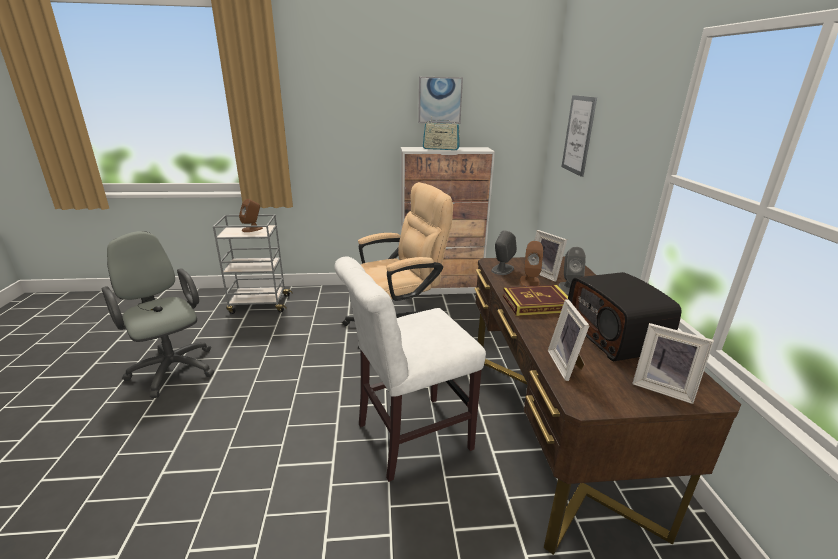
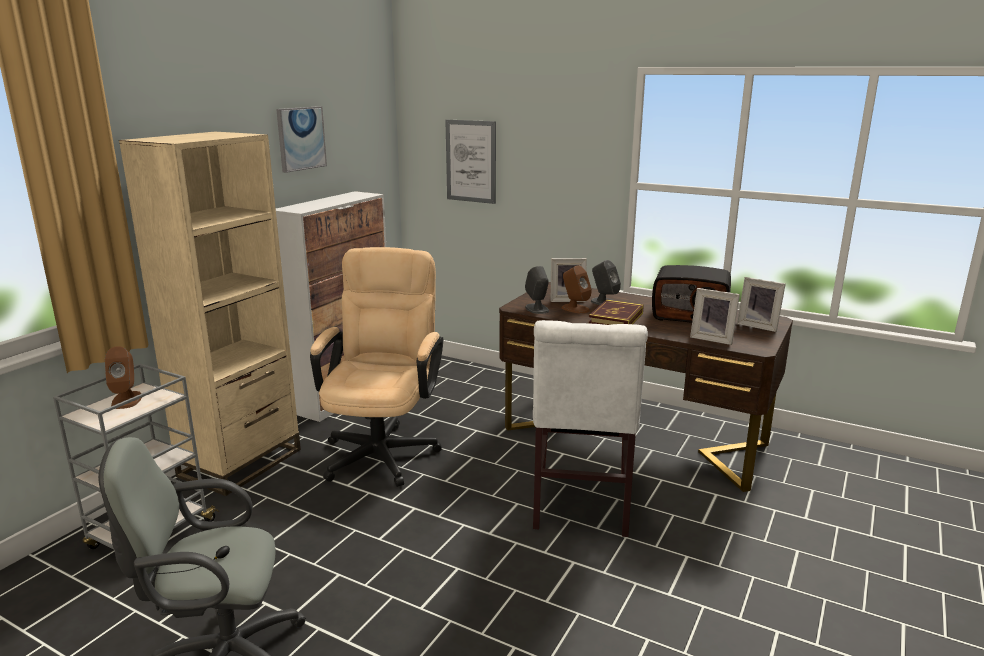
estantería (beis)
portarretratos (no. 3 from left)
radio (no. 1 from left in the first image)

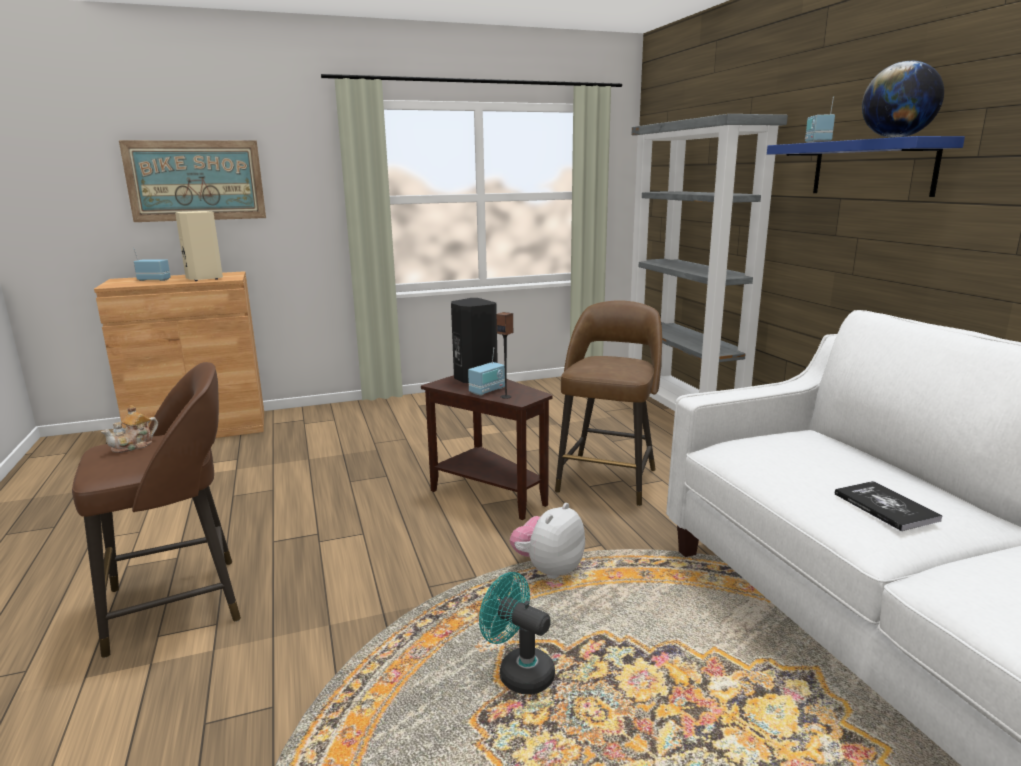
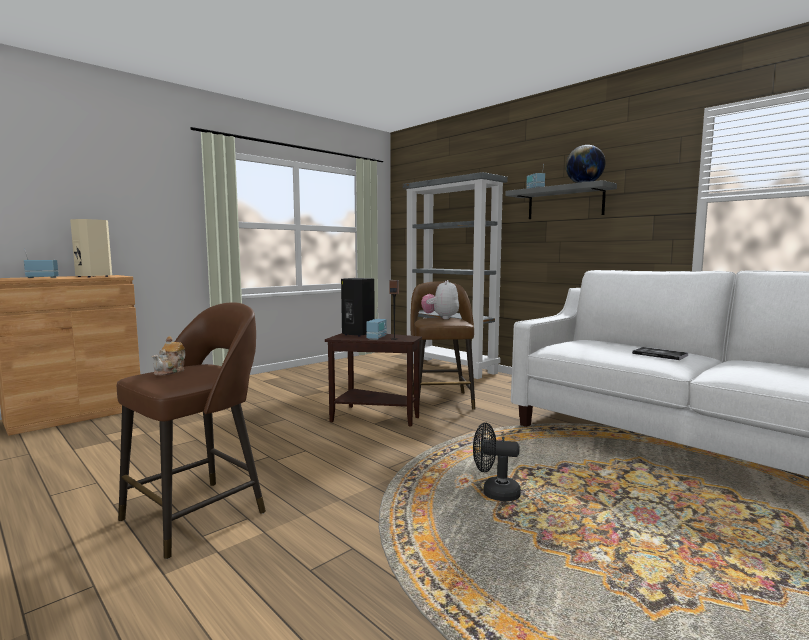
peluche
ventilador (negro)
estante (gris)
cuadro

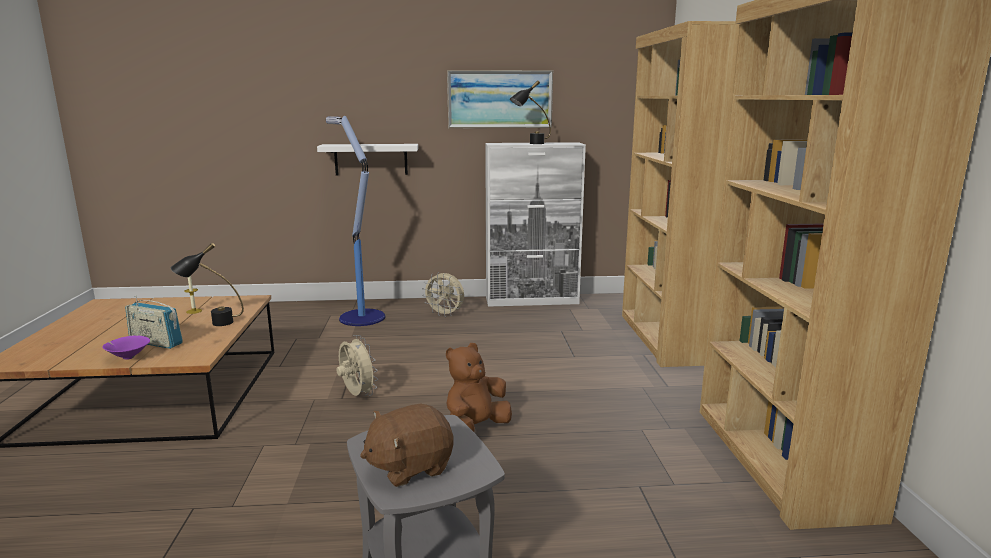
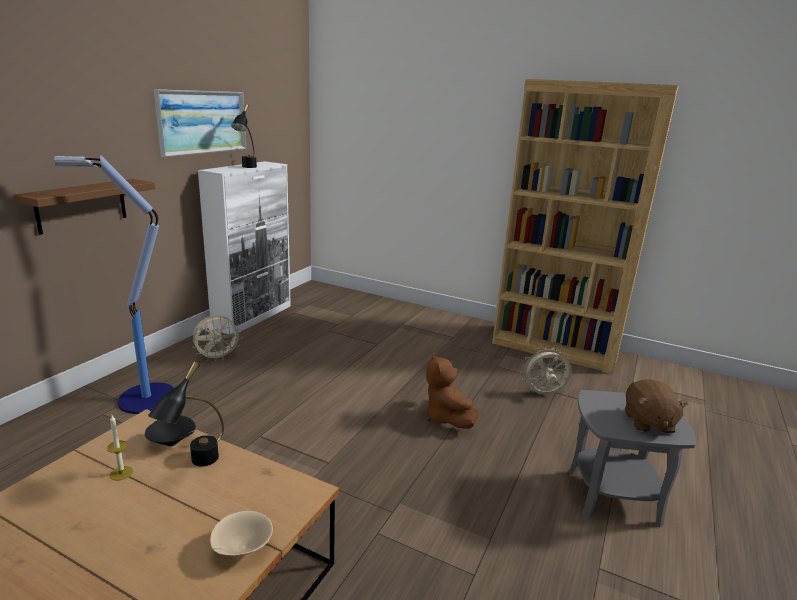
estante (marrón)
cuenco (negro)
cuenco (beis)
ventilador (beis) (no. 2 from left)
radio
estantería (marrón) (no. 1 from left in the first image)

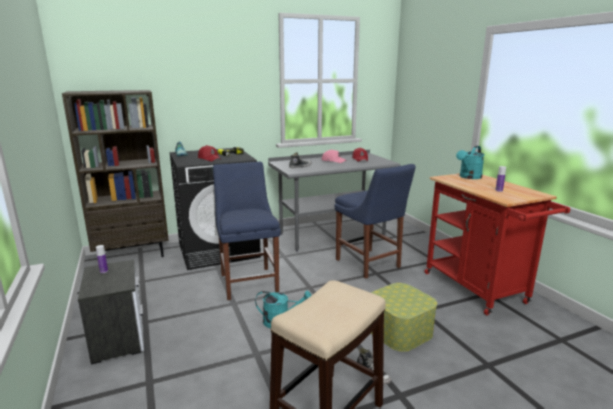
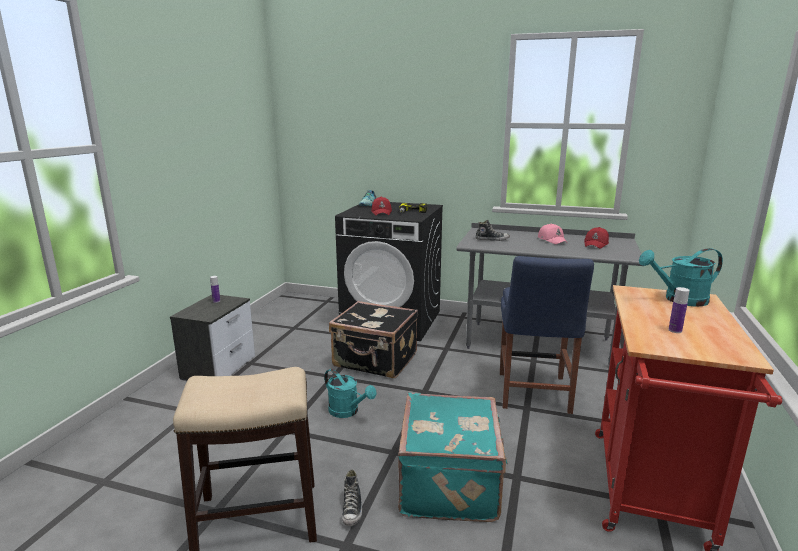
maleta (negro)
maleta (turquesa)
estantería (marrón)

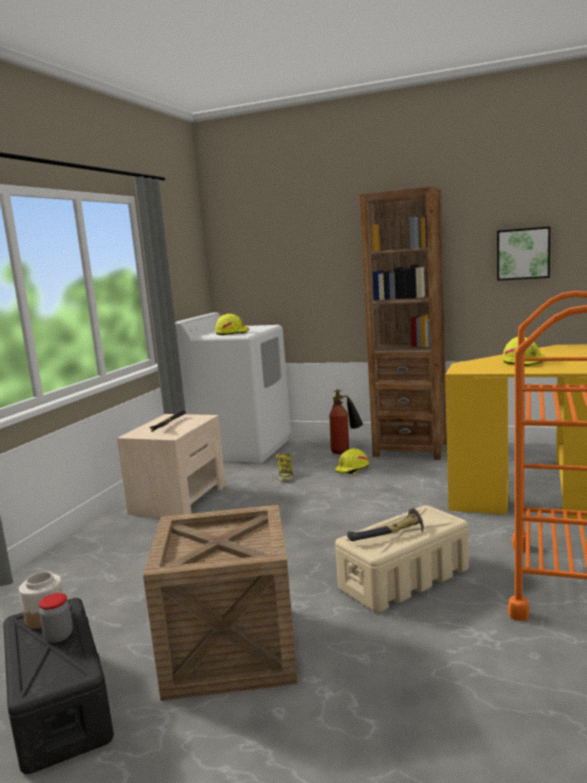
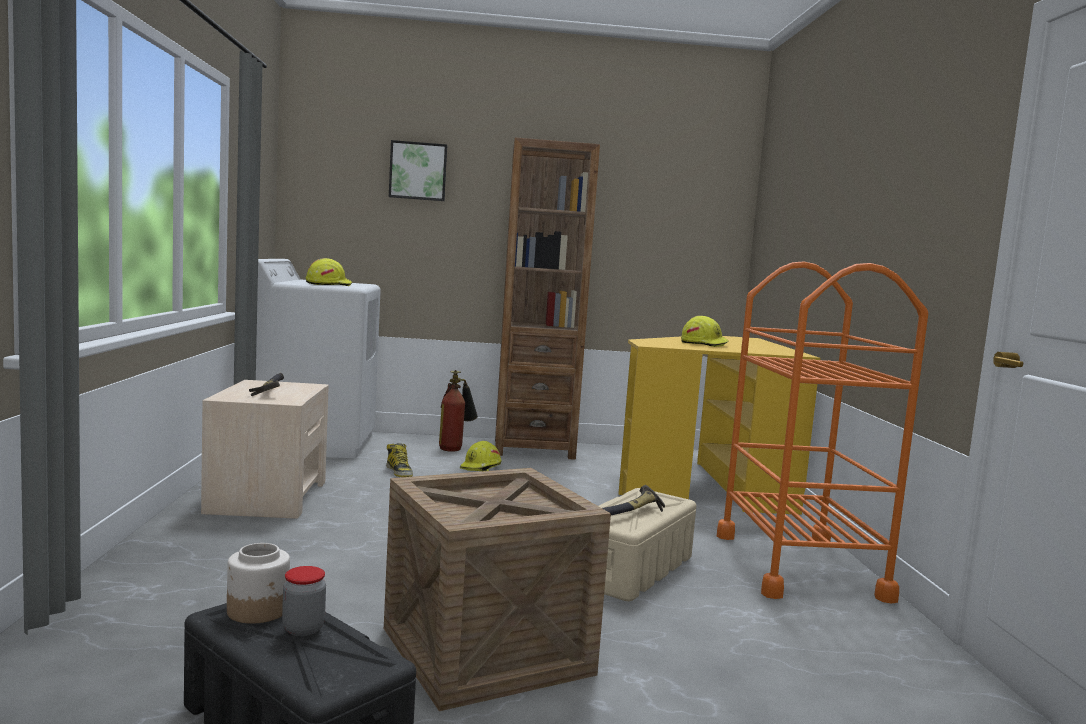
cuadro

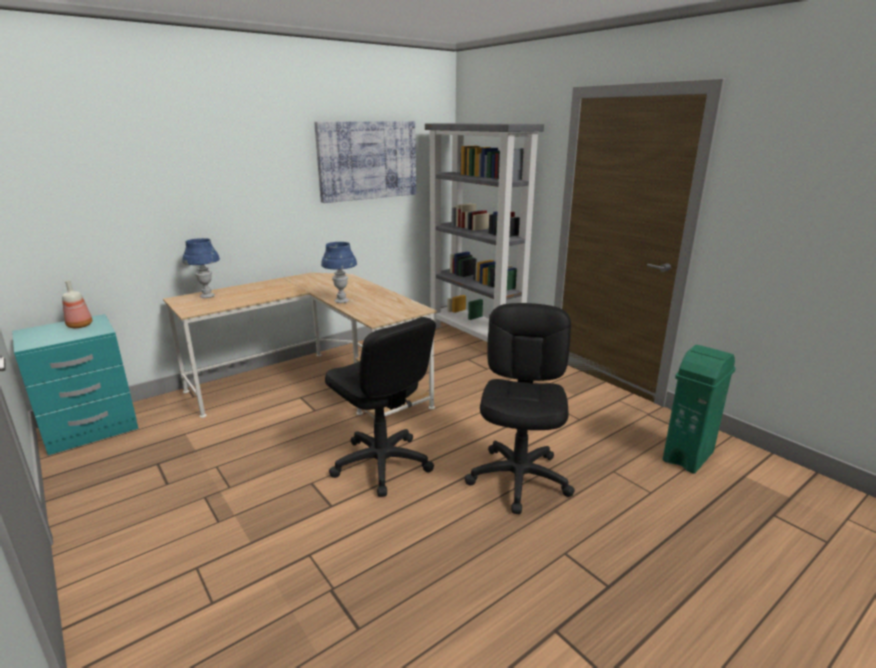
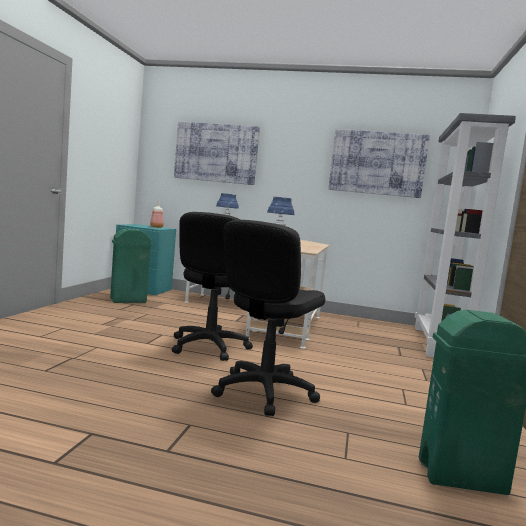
papelera (verde) (no. 1 from left)
cuadro (no. 1 from left)
silla de oficina (negro) (no. 2 from left)

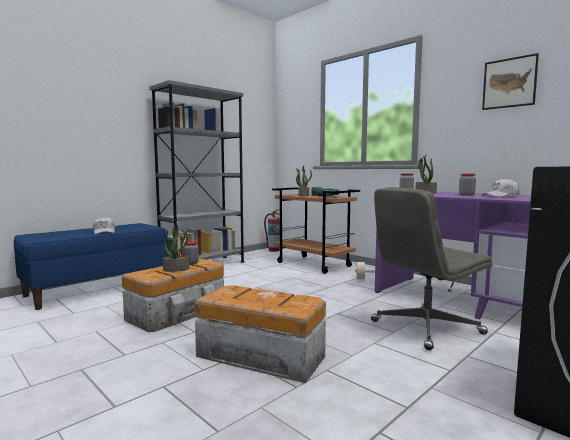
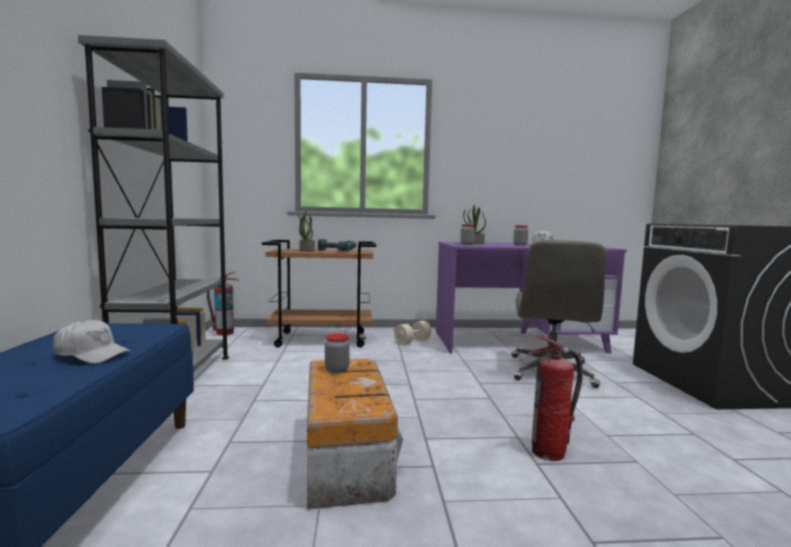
extintor (no. 2 from left)
planta en maceta (no. 1 from left in the first image)
cuadro

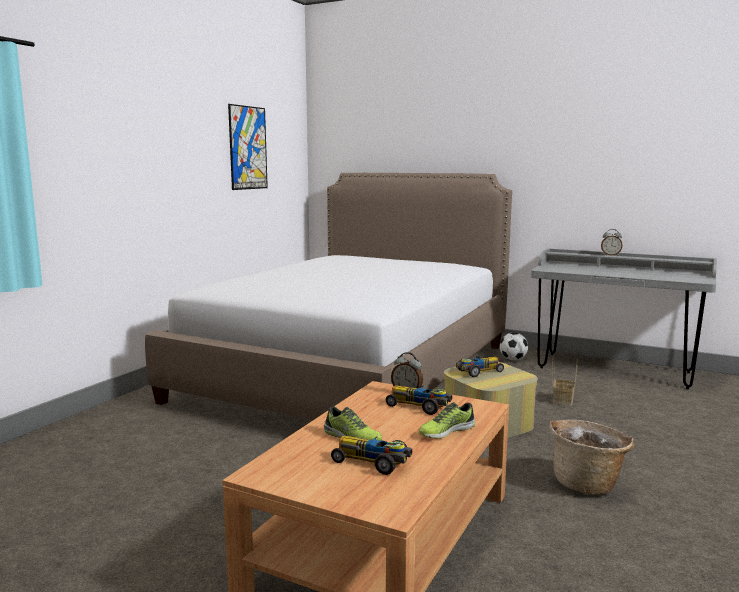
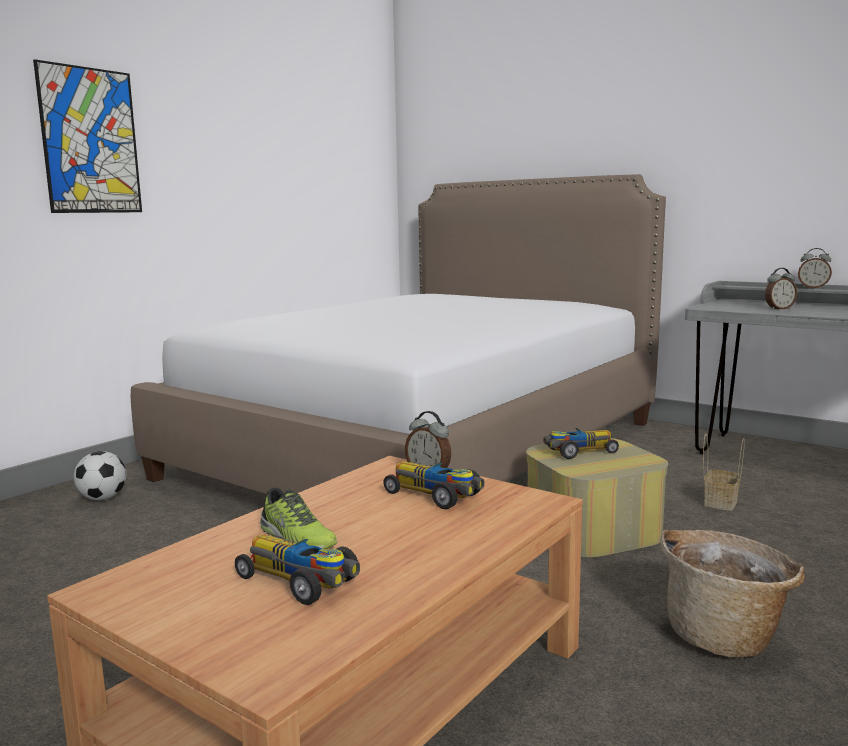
cuadro
balón de fútbol
despertador (no. 2 from left)
zapato (no. 2 from left in the first image)

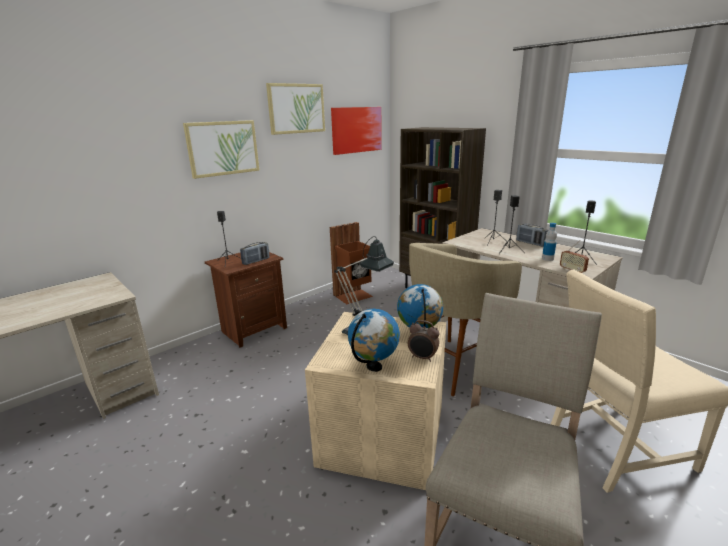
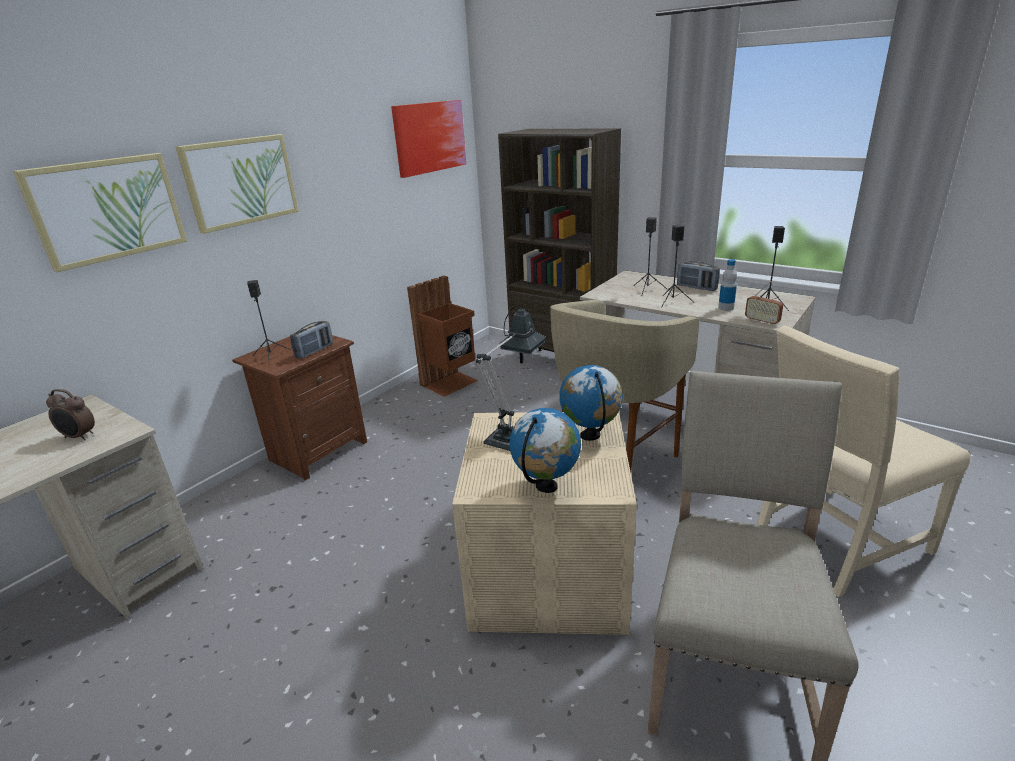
cuadro (no. 1 from left)
despertador

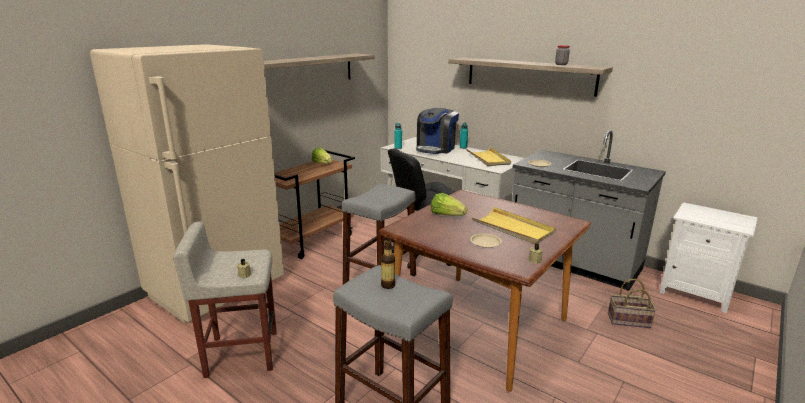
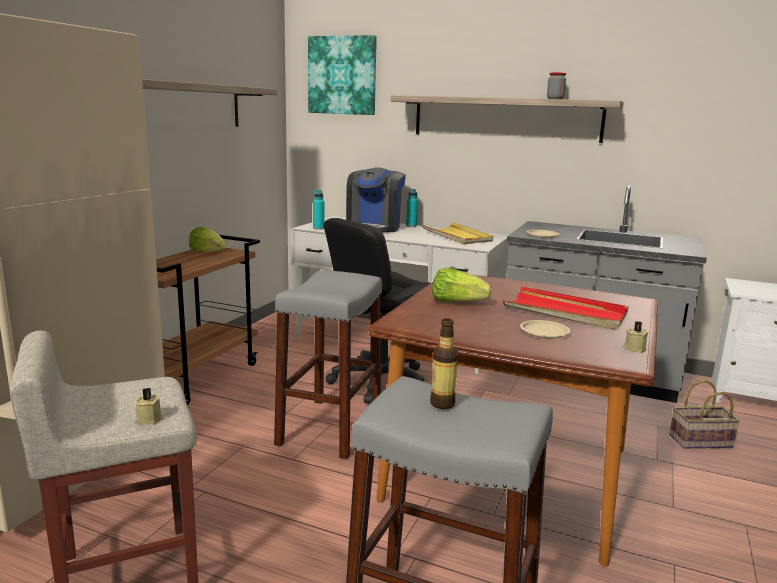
cuadro
bandeja (rojo)

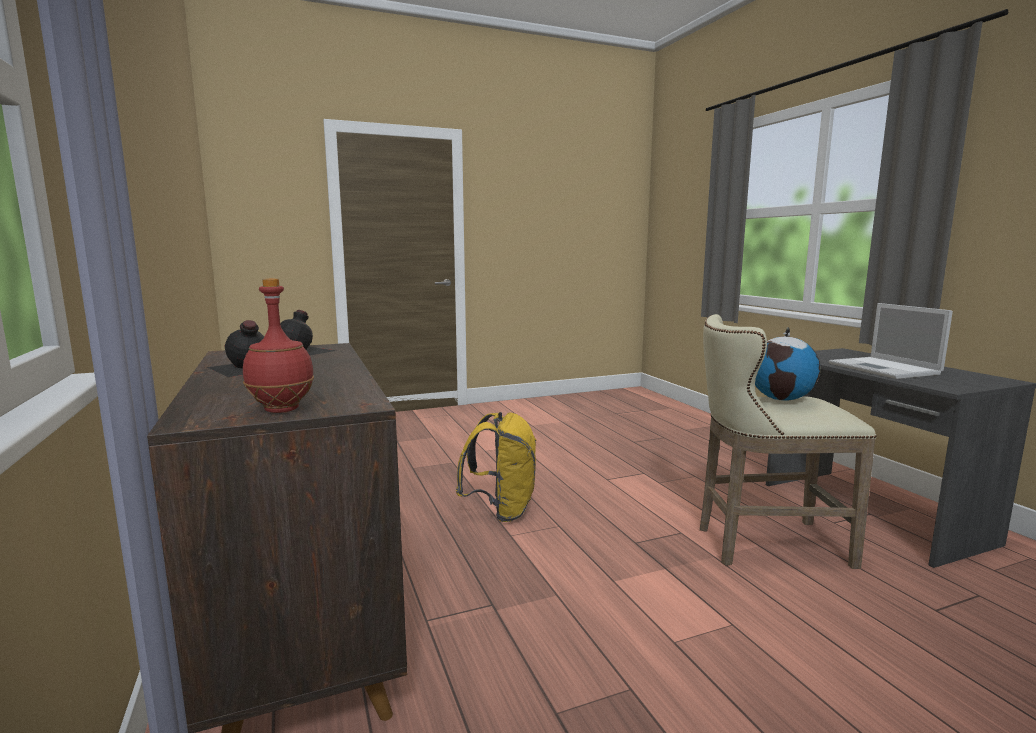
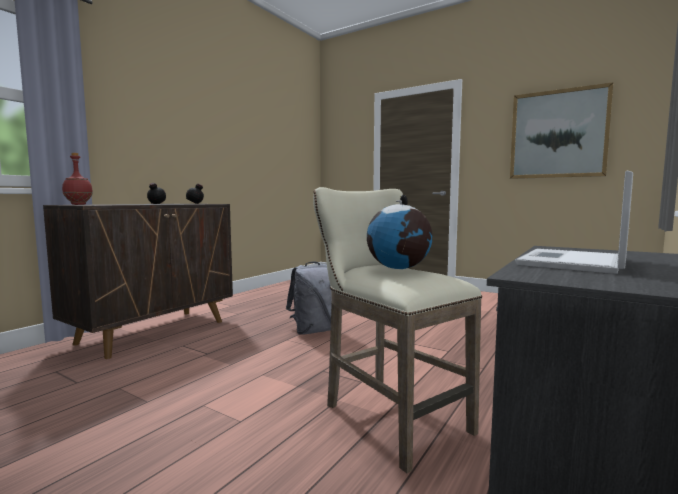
mochila (gris)
cuadro

